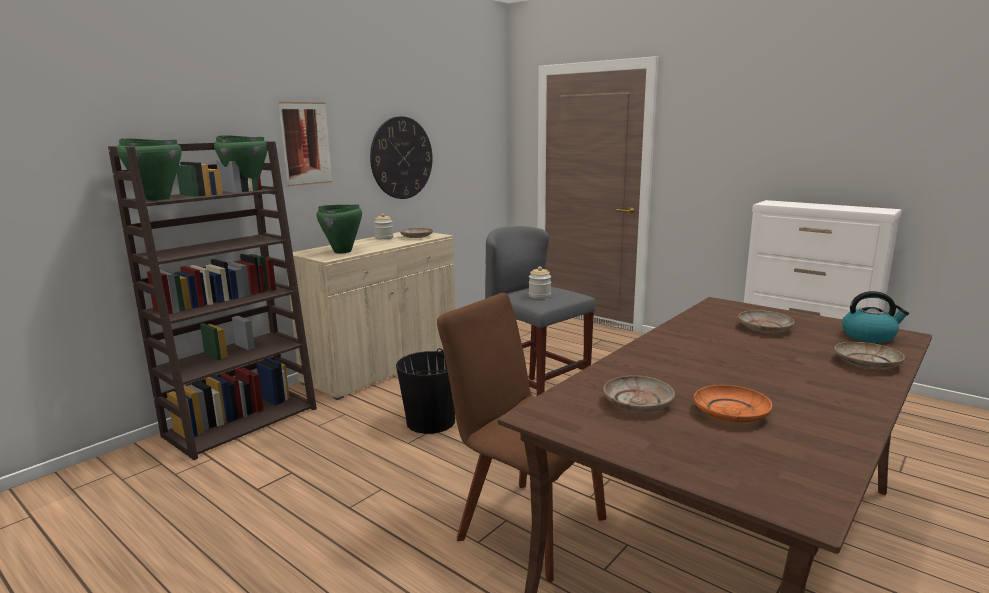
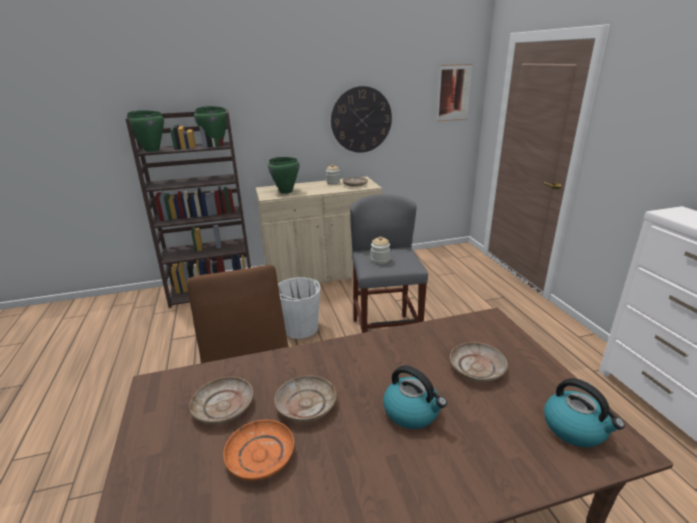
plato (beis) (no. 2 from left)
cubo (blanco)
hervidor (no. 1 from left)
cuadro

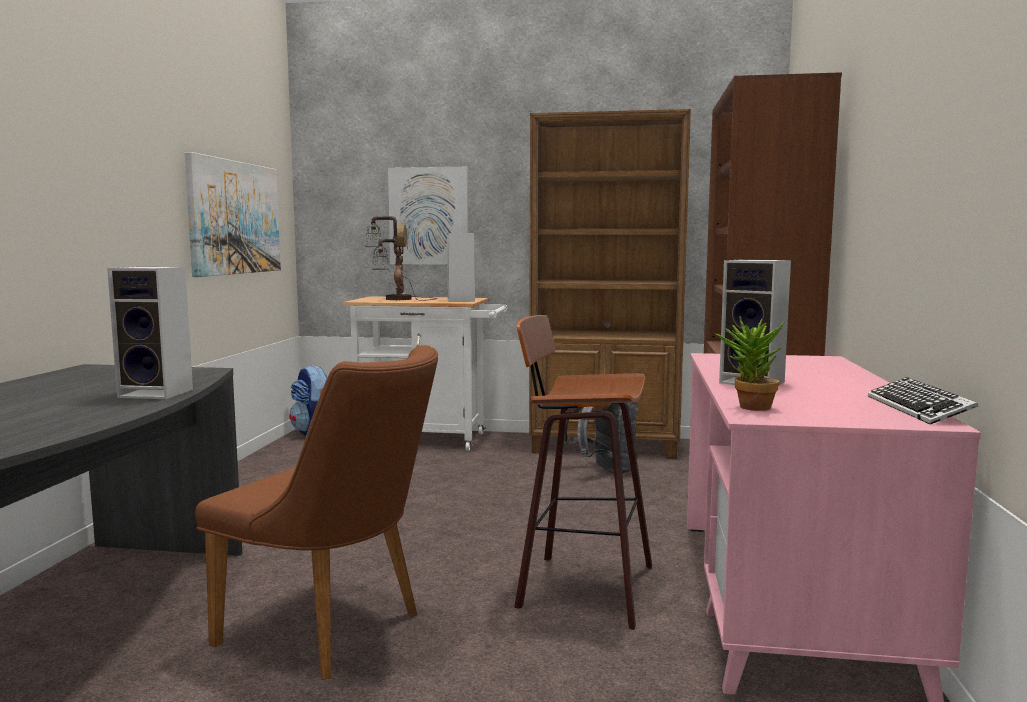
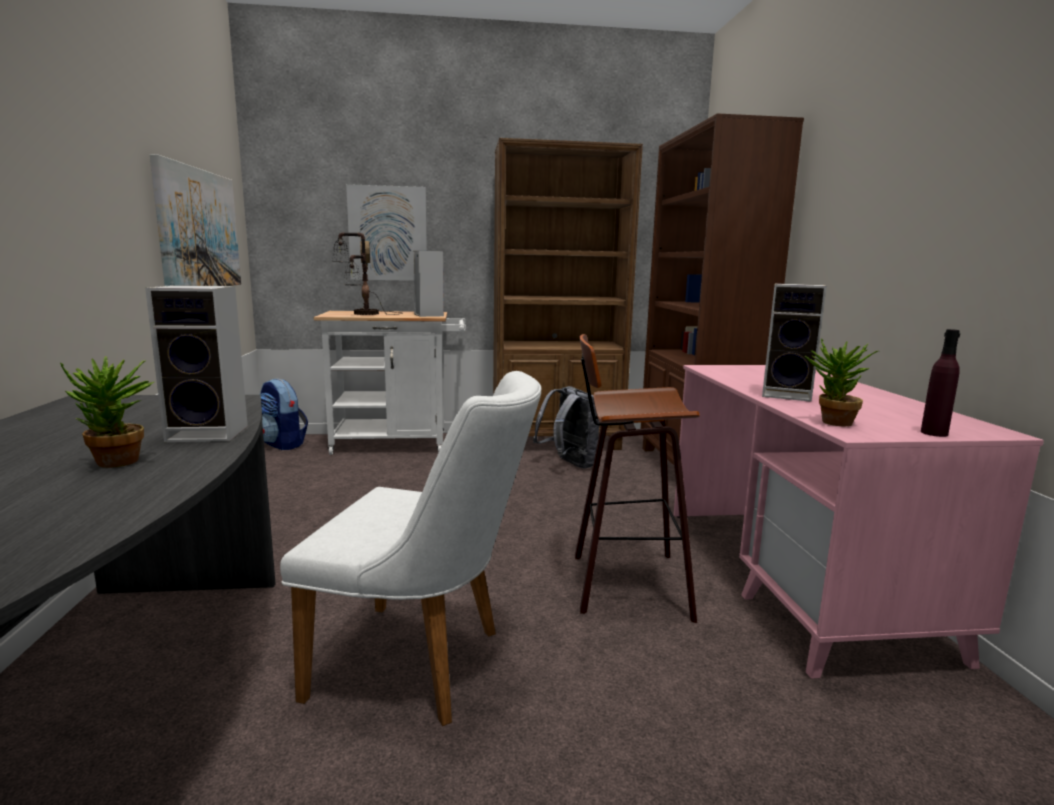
planta en maceta (no. 1 from left)
silla (blanco)
botella (morado)
teclado

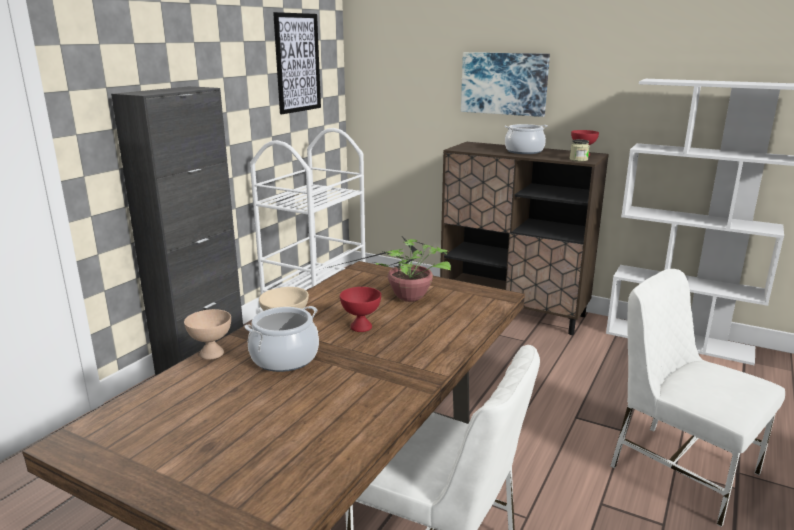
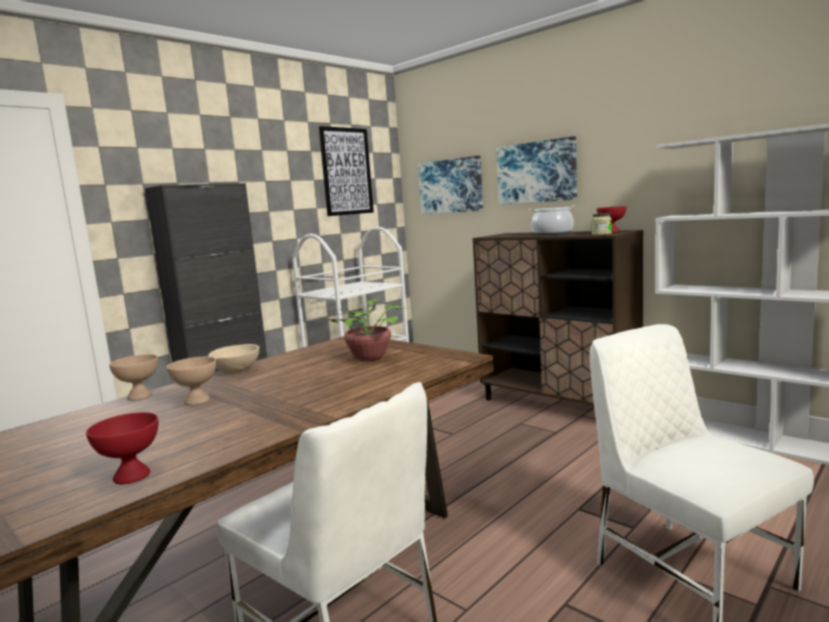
cuenco (rojo) (no. 1 from left)
cuenco (beis) (no. 2 from left)
cuadro (no. 2 from left)

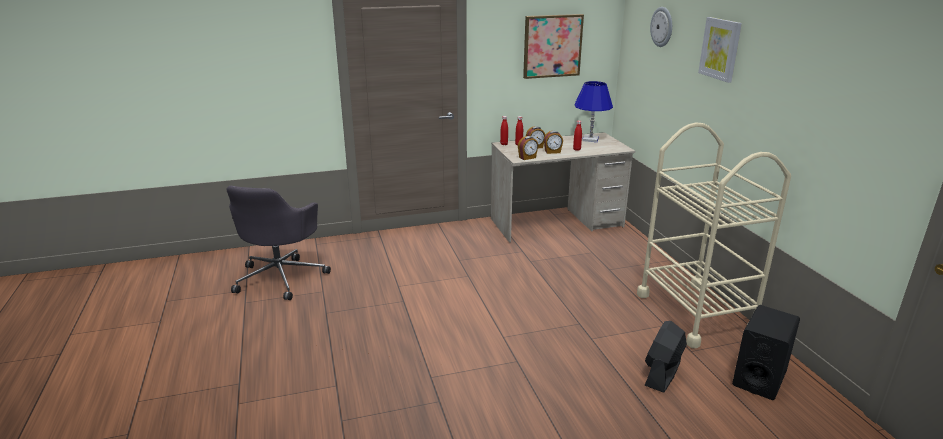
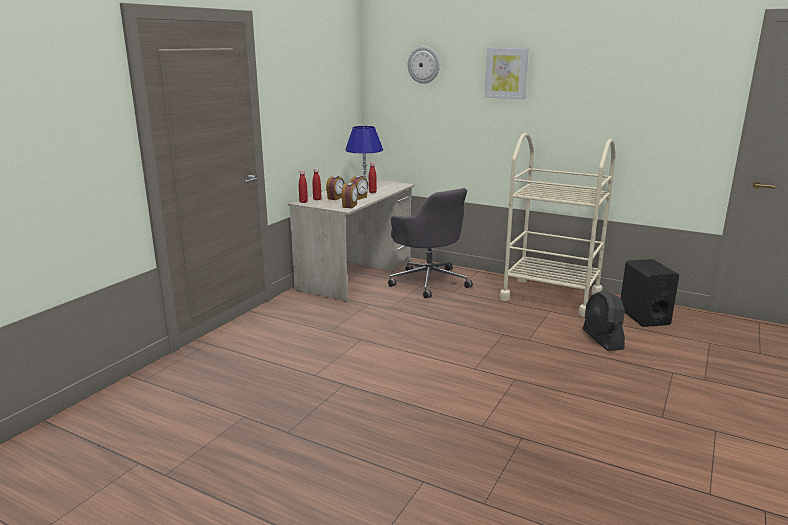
silla de oficina (gris)
cuadro (no. 1 from left in the first image)

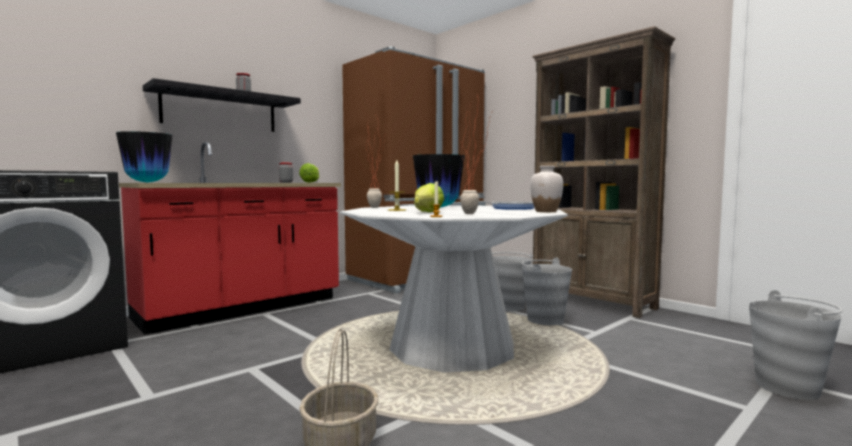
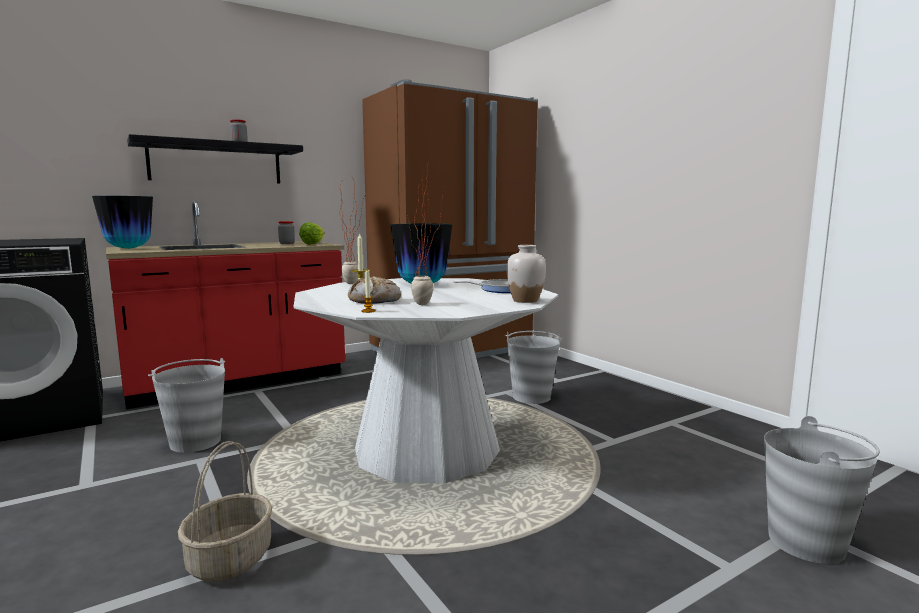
cubo (gris) (no. 1 from left)
pan
estantería (marrón)

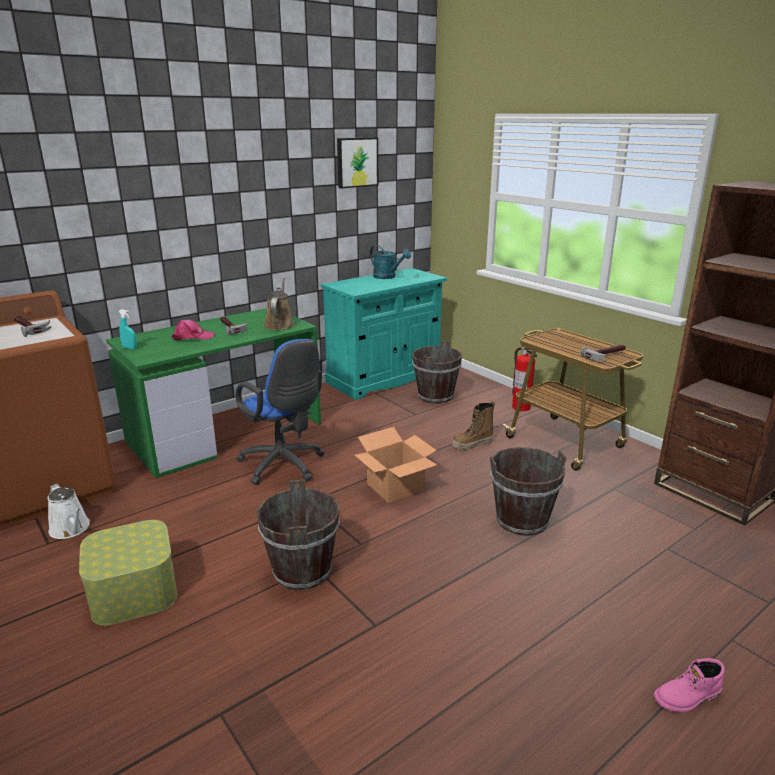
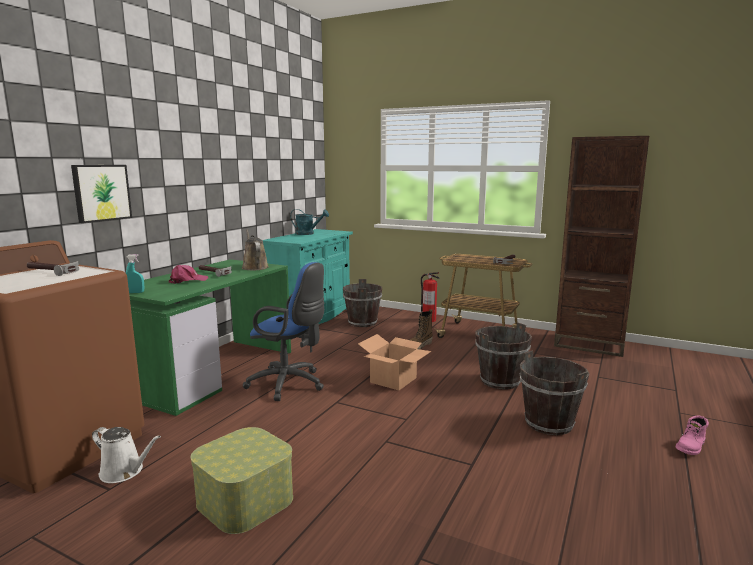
cuadro
cubo (marrón) (no. 3 from left)

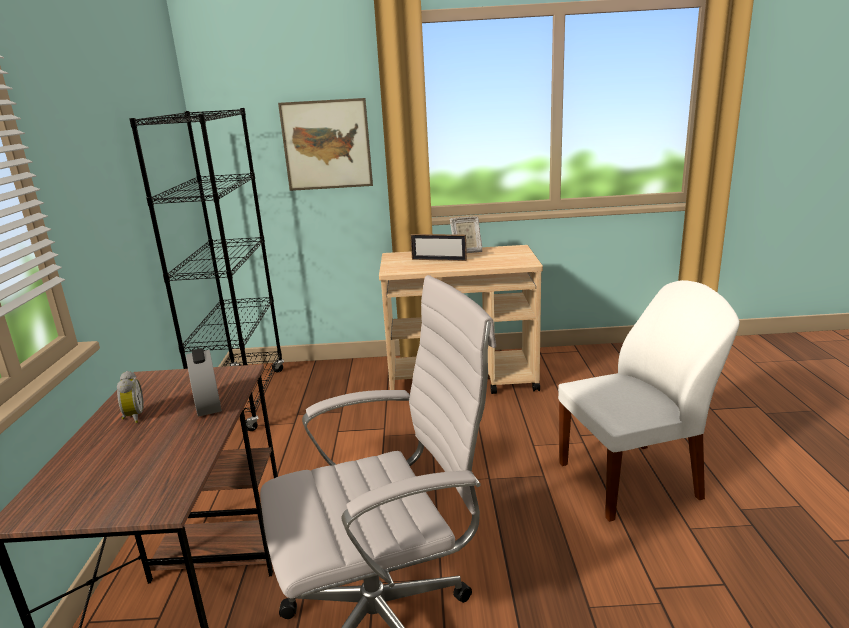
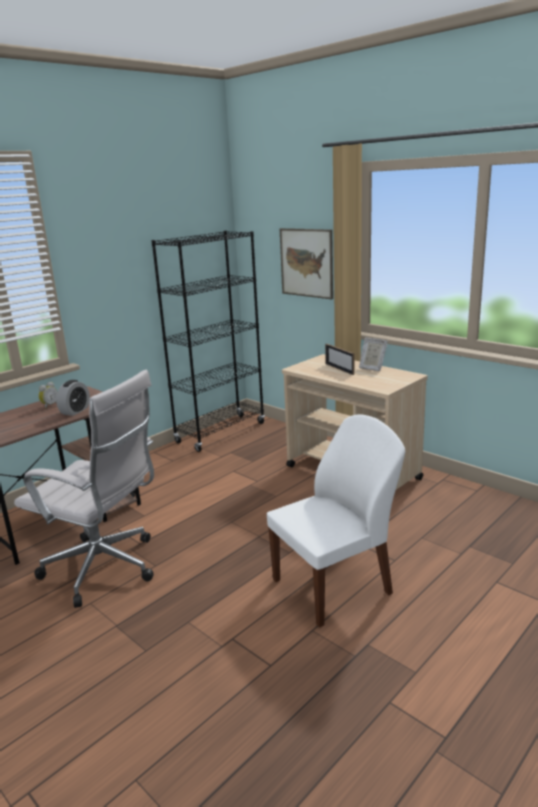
silla (blanco)

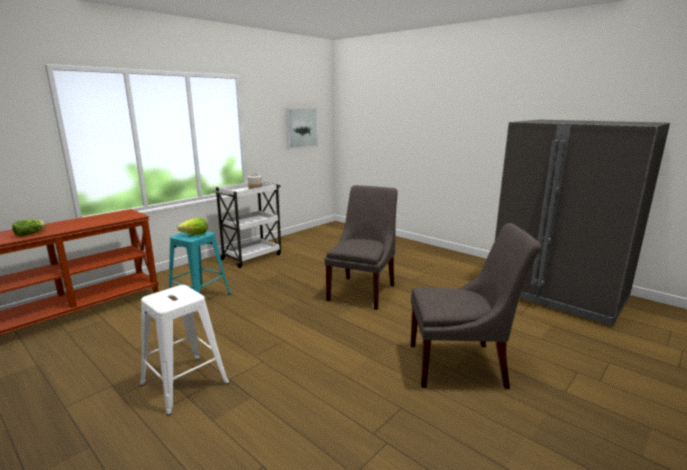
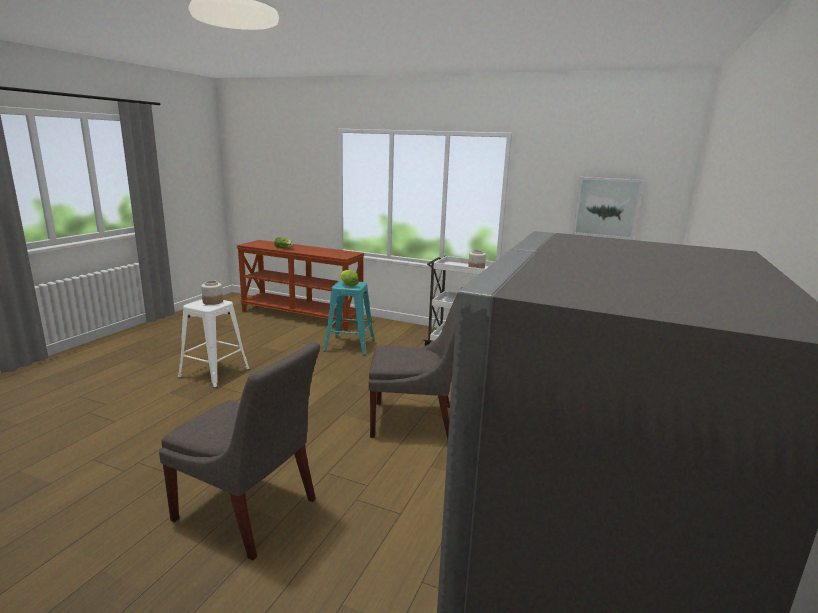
silla (gris) (no. 1 from left)
tarro (no. 1 from left)

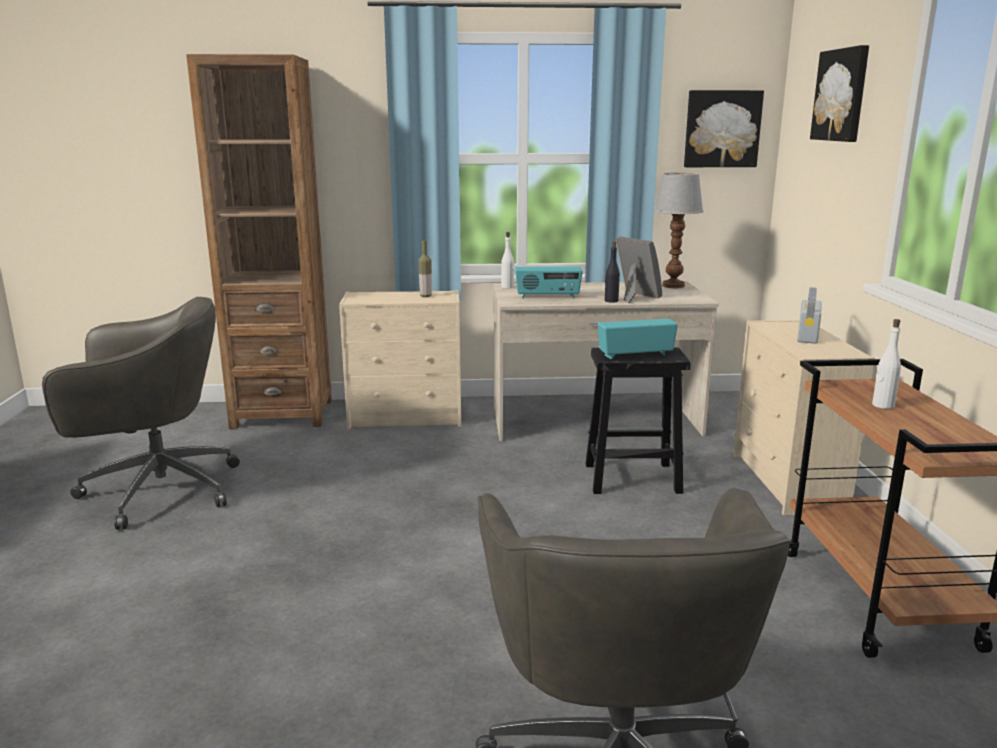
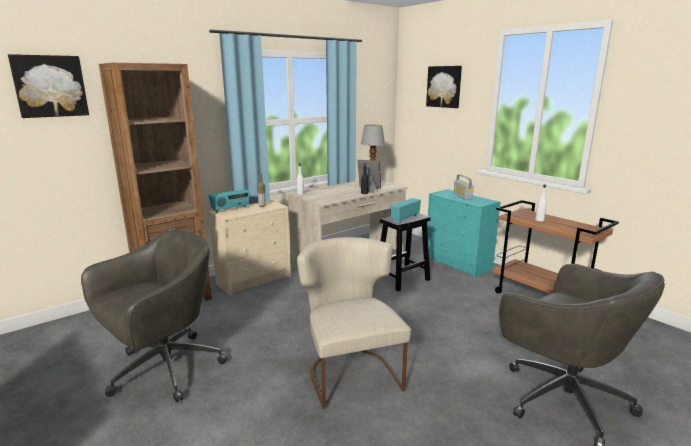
cuadro (no. 1 from left)
radio (no. 1 from left)
silla (beis)
cómoda (turquesa)

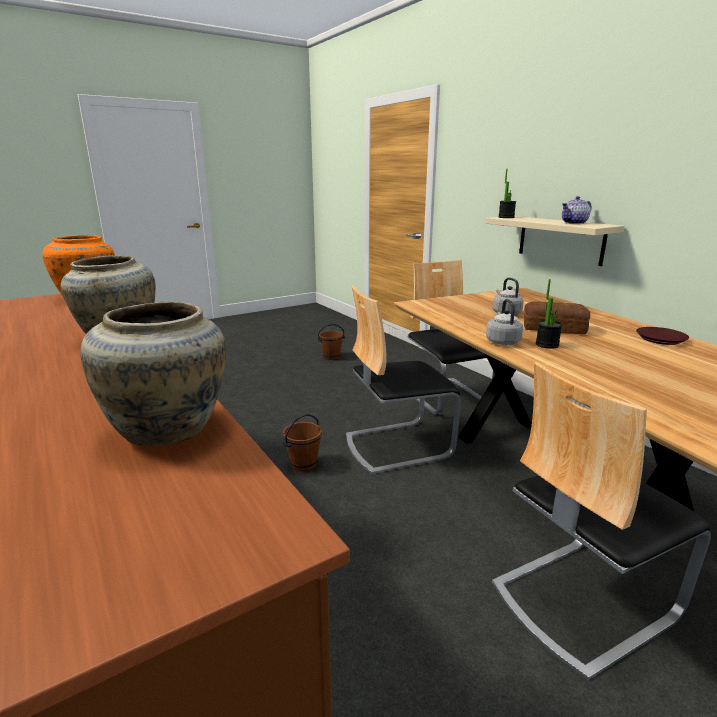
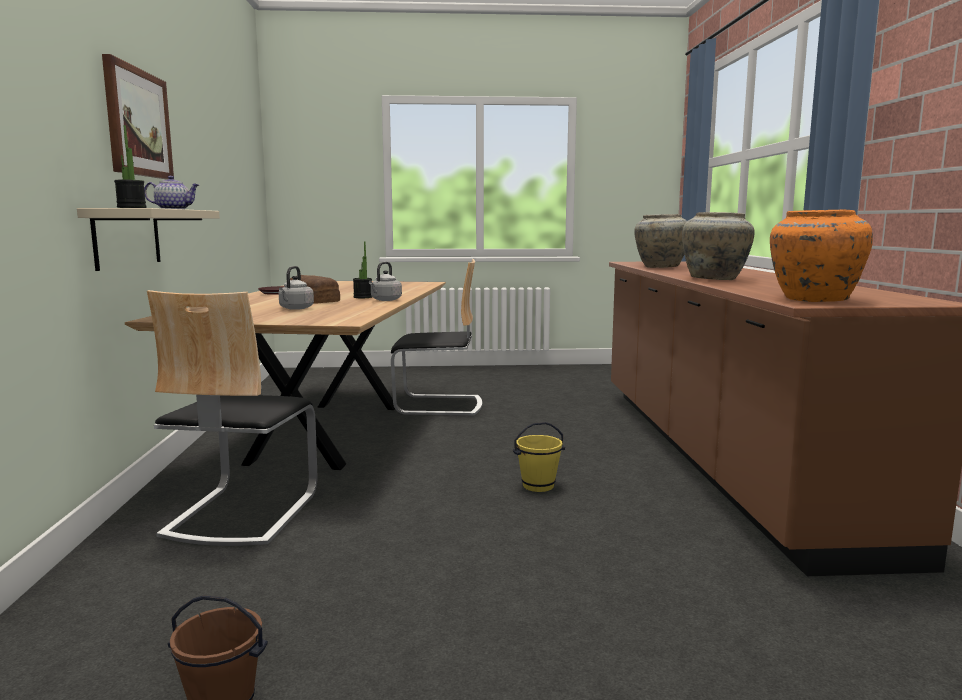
cuadro
cubo (amarillo)
silla (no. 1 from left in the first image)

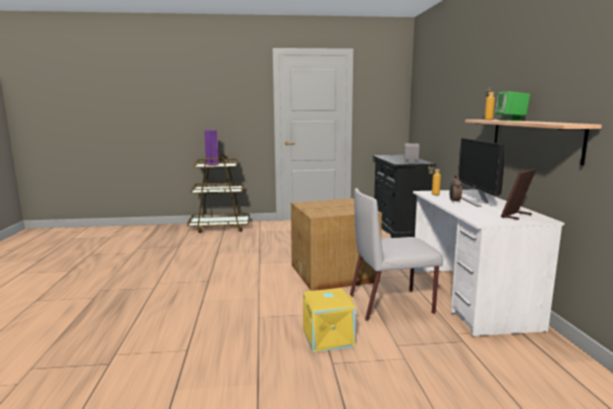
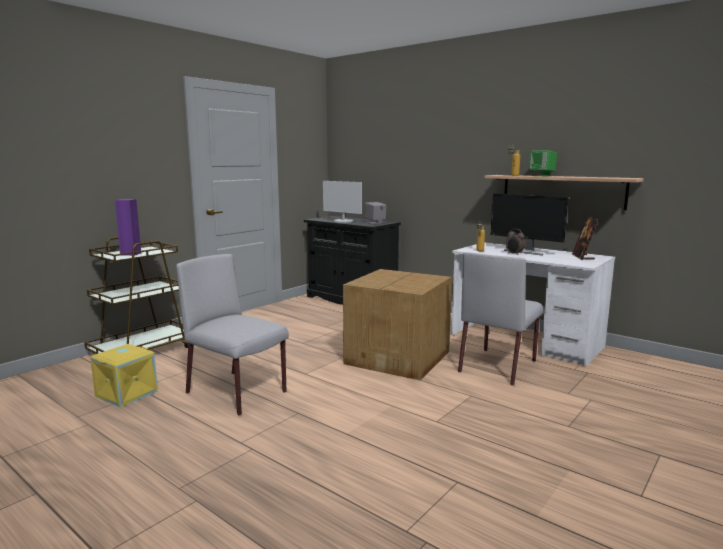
caja de almacenaje (amarillo)
silla (gris) (no. 1 from left)
monitor (no. 1 from left)

